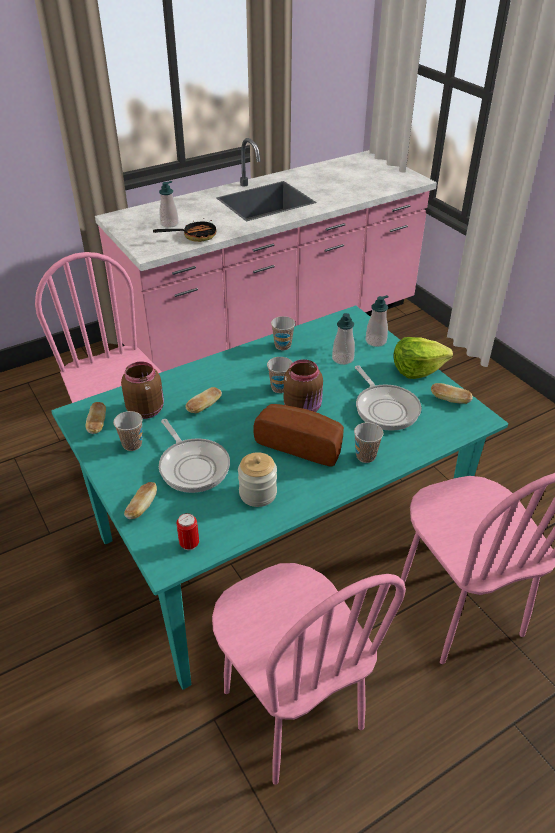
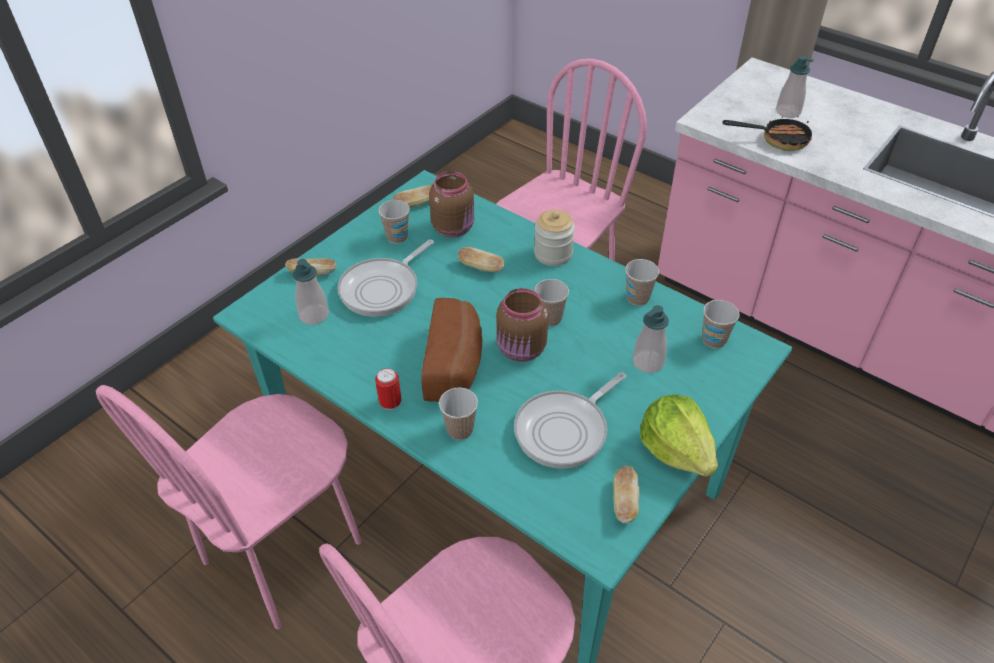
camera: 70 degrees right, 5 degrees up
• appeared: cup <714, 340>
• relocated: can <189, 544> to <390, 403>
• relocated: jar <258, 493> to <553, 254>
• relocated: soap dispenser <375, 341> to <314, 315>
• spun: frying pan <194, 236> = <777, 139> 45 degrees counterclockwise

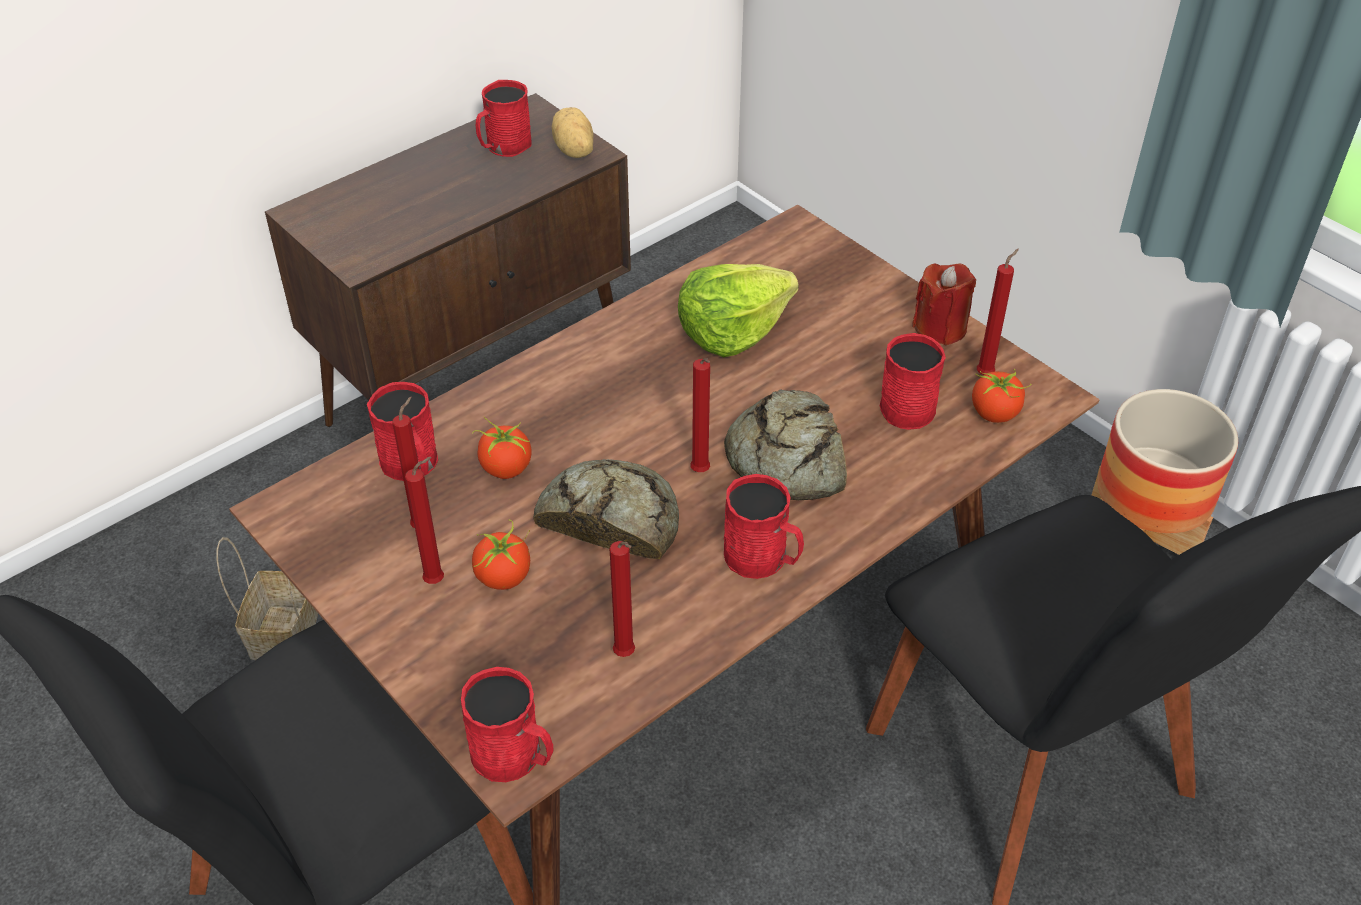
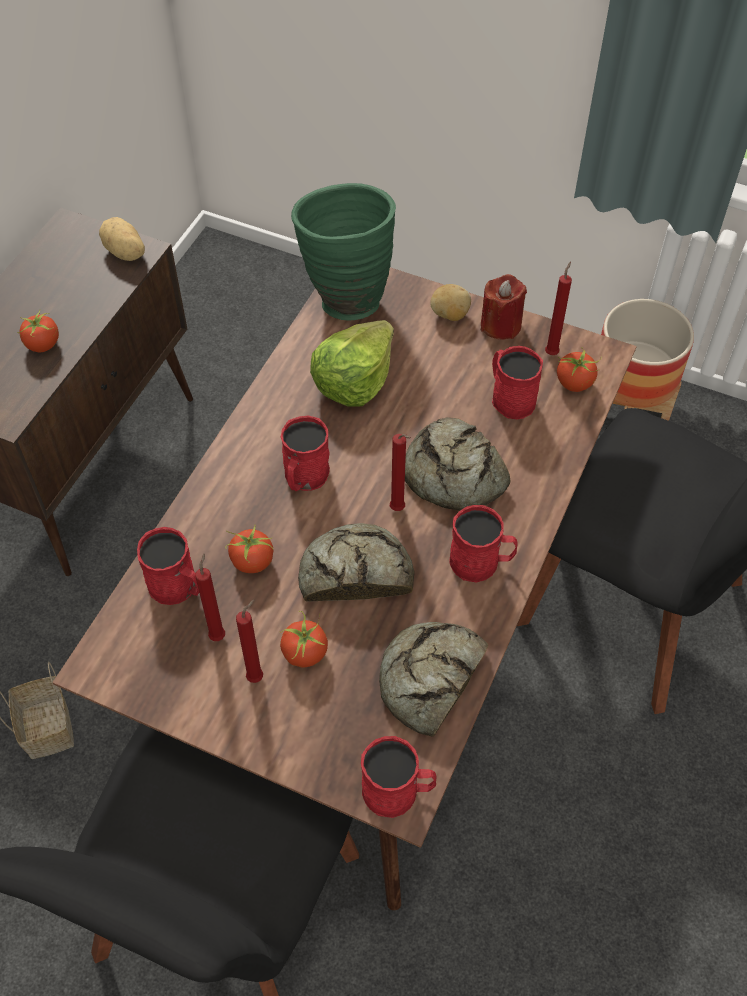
camera: 25 degrees left, 10 degrees up
• appeared: tomato <43, 345>
• appeared: vase (green) <344, 296>
• appeared: potato <449, 314>
• relocated: mug (red) <504, 147> to <304, 477>
• exchanged: candle (red) <626, 656> to bread <430, 679>

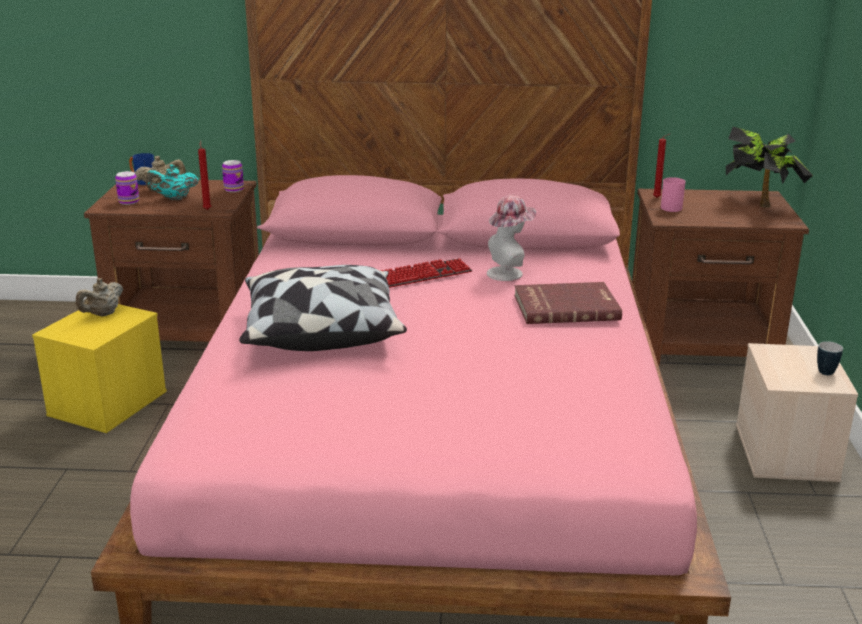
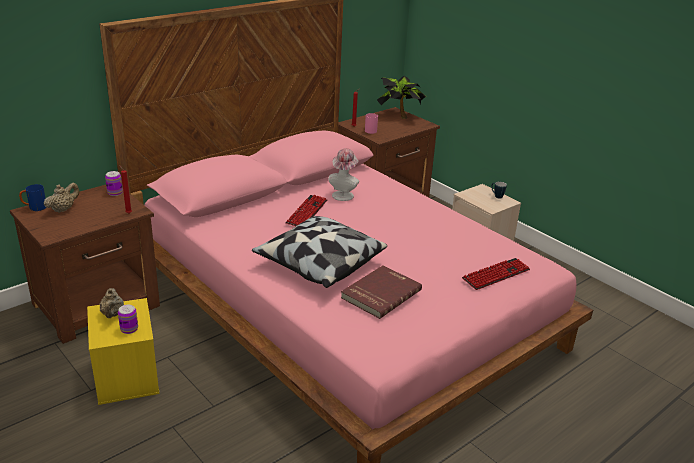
camera: 45 degrees left, 5 degrees up
• missing: teapot (turquoise) <174, 199>
• appeared: keyboard <496, 275>
• relocated: can <129, 201> to <129, 329>
• relocated: book (red) <565, 306> to <380, 293>

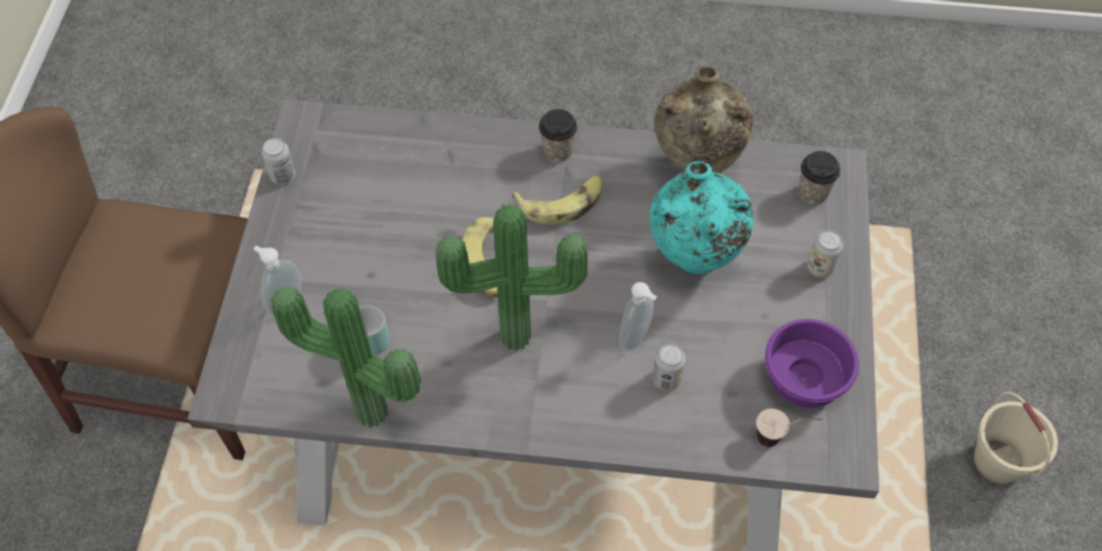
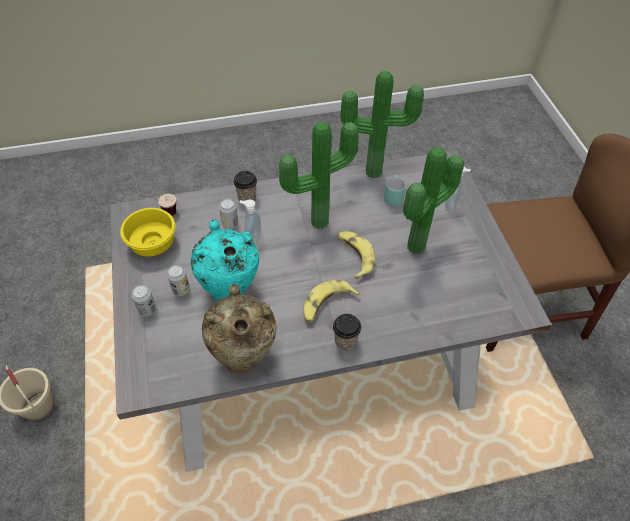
camera: 160 degrees right, 5 degrees down
• appeared: potted plant <419, 248>
• relocated: can <283, 176> to <181, 290>
• relocated: cup <812, 193> to <247, 198>
• colour: bowl (purple) <801, 379> to bowl (yellow) <154, 243>

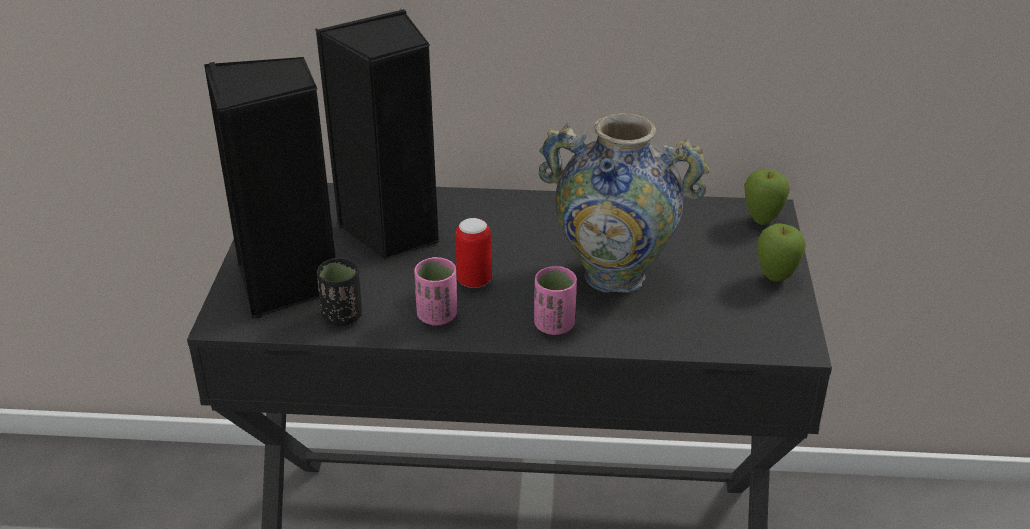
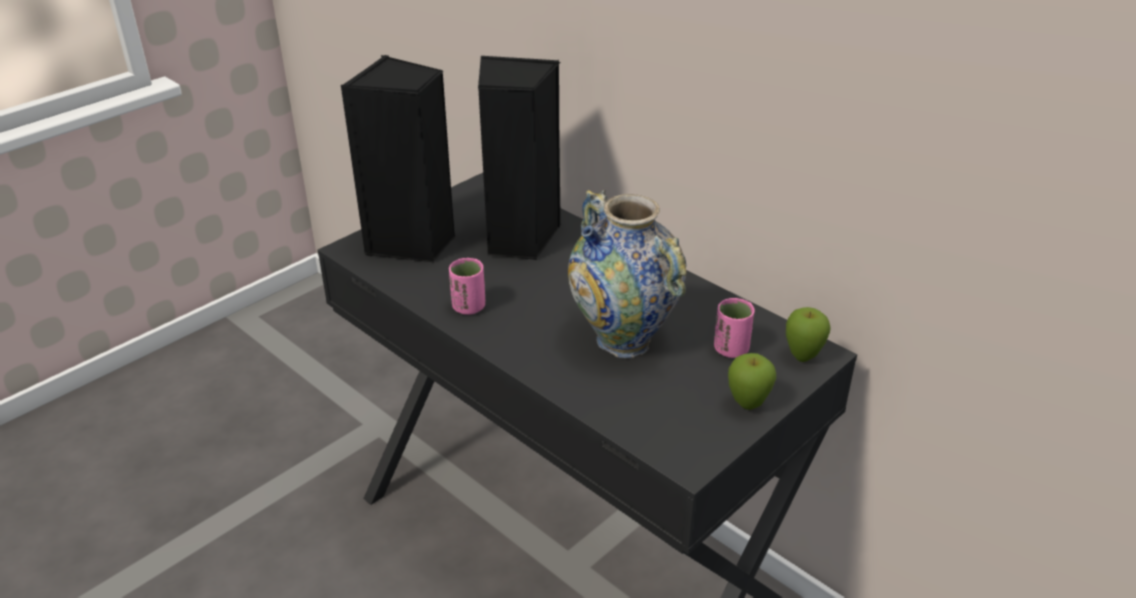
camera: 40 degrees right, 0 degrees up
• missing: cup (black) <342, 316>
• missing: can <474, 281>
• relocated: cup (pink) <554, 325> to <731, 349>

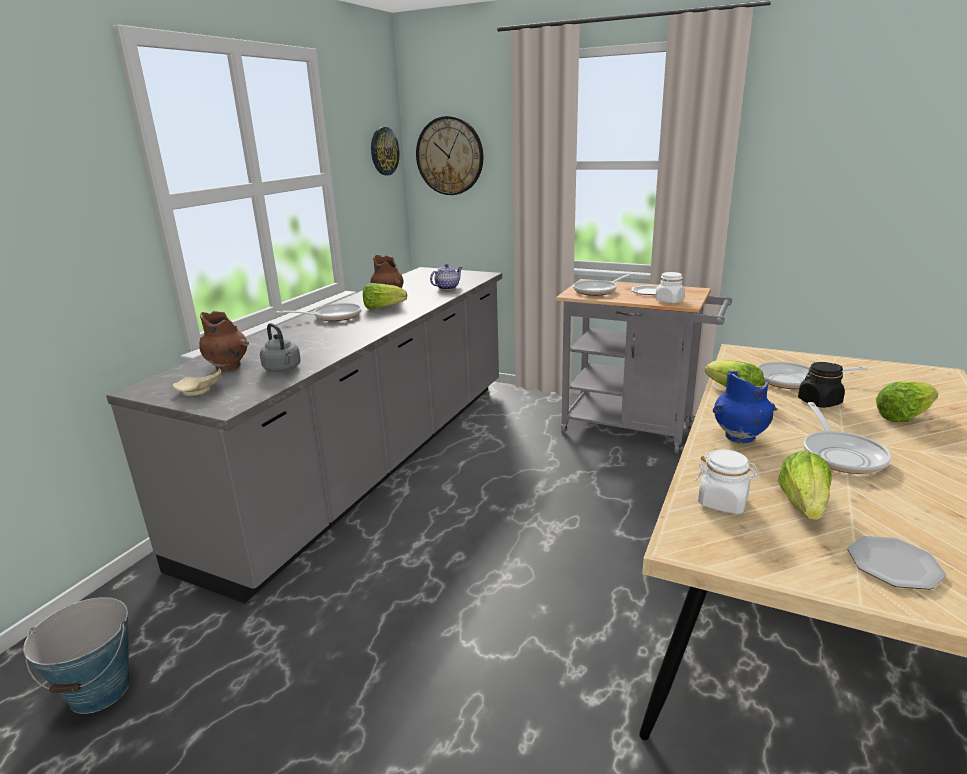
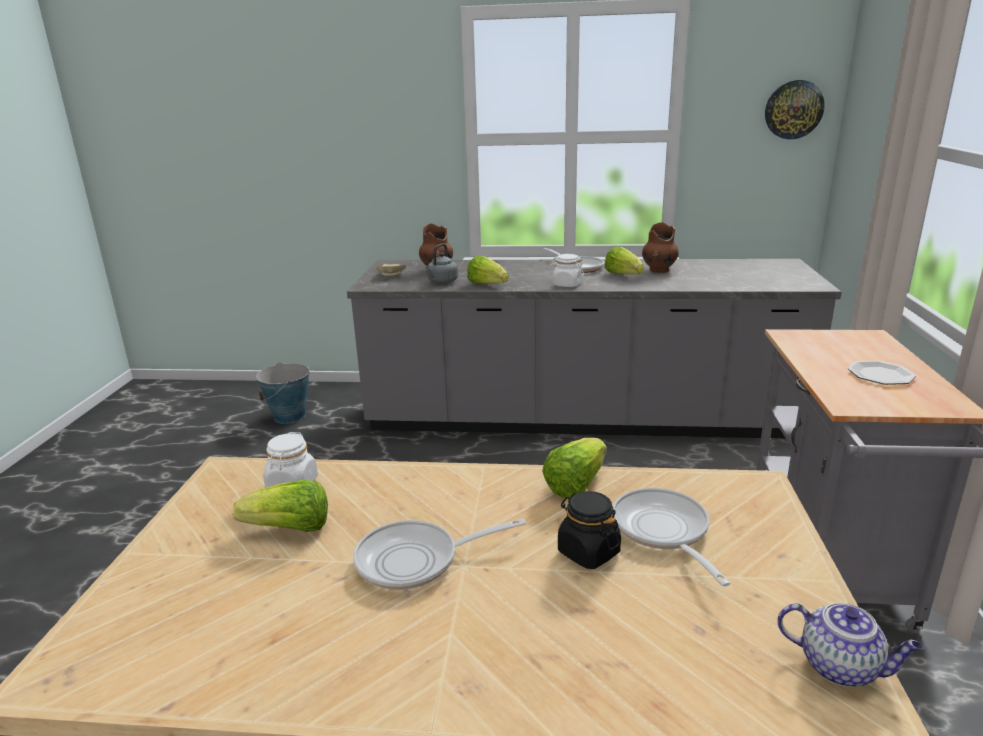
camera: 70 degrees right, 0 degrees up
• missing: wall clock <450, 156>
• missing: frying pan <598, 291>
• missing: vase (blue) <740, 437>
• missing: plate <894, 565>
• relocated: teapot <447, 287> to <841, 667>
• relocated: jar (white) <669, 301> to <566, 284>
• relocated: lettuce <903, 416> to <487, 285>

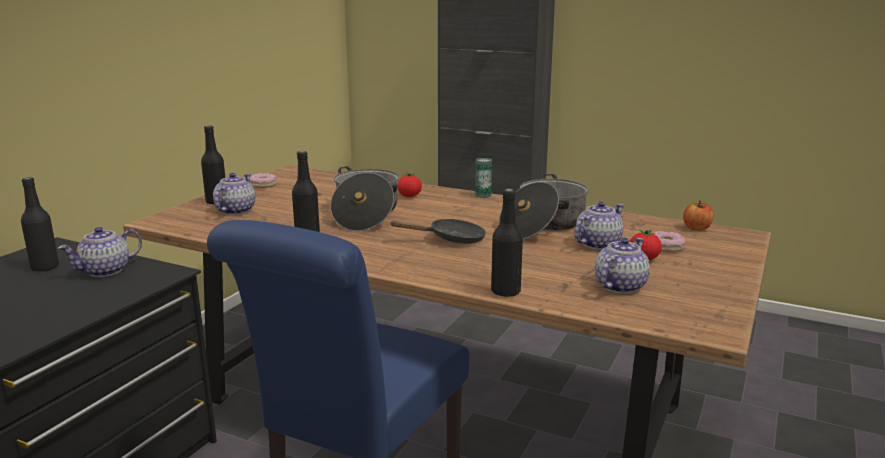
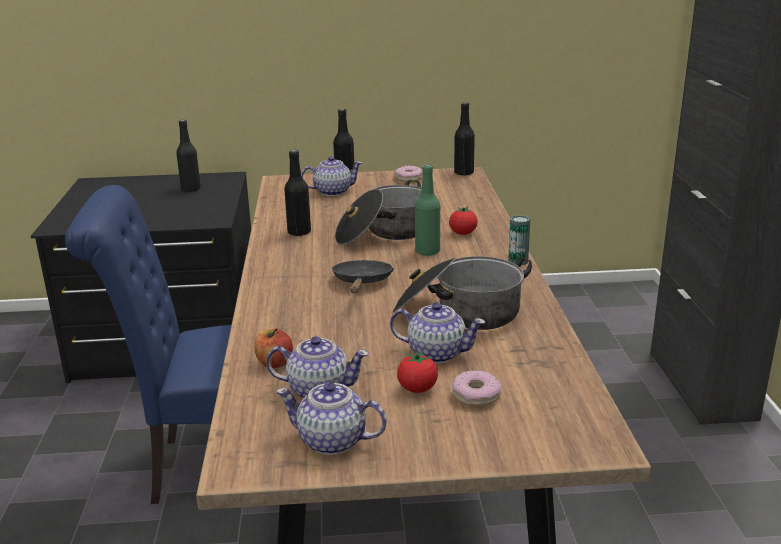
camera: 60 degrees right, 5 degrees up
• appeared: bottle (green) <427, 252>
• relocated: teapot <106, 271> to <333, 441>
• relocated: bottle (black) <505, 292> to <463, 173>
• relocated: apple <696, 228> to <274, 363>
• spun: frying pan (black) <451, 239> = <362, 282> 135 degrees counterclockwise

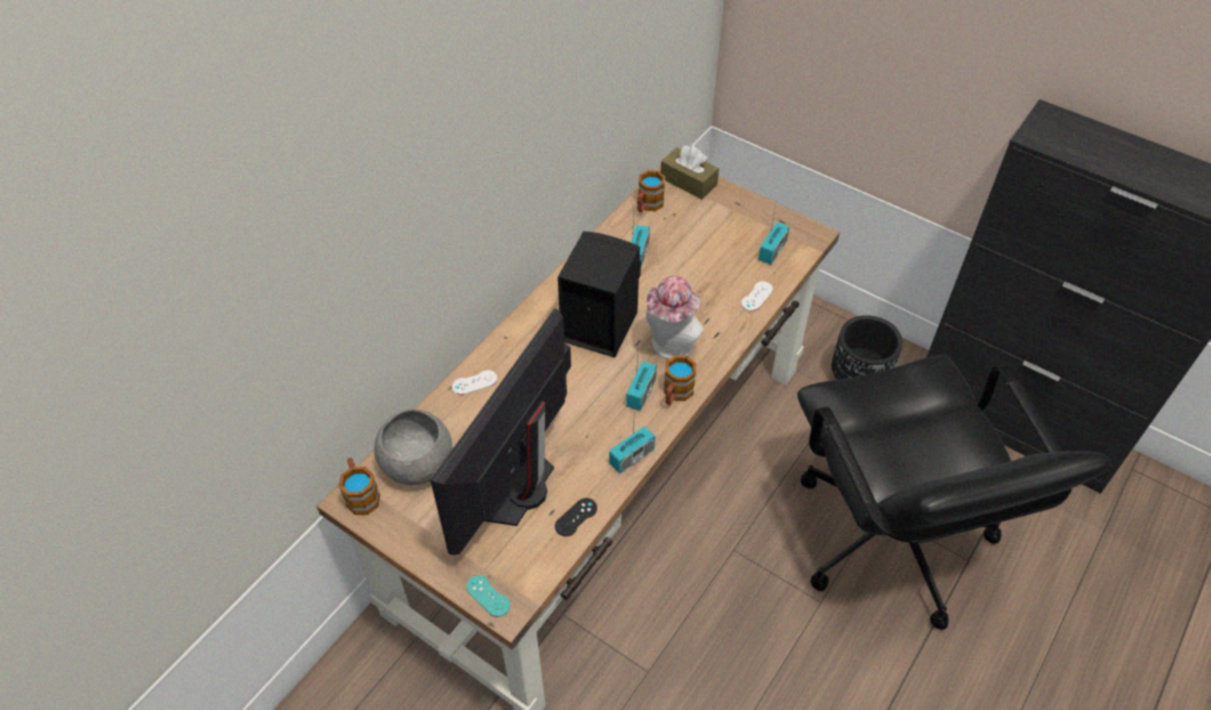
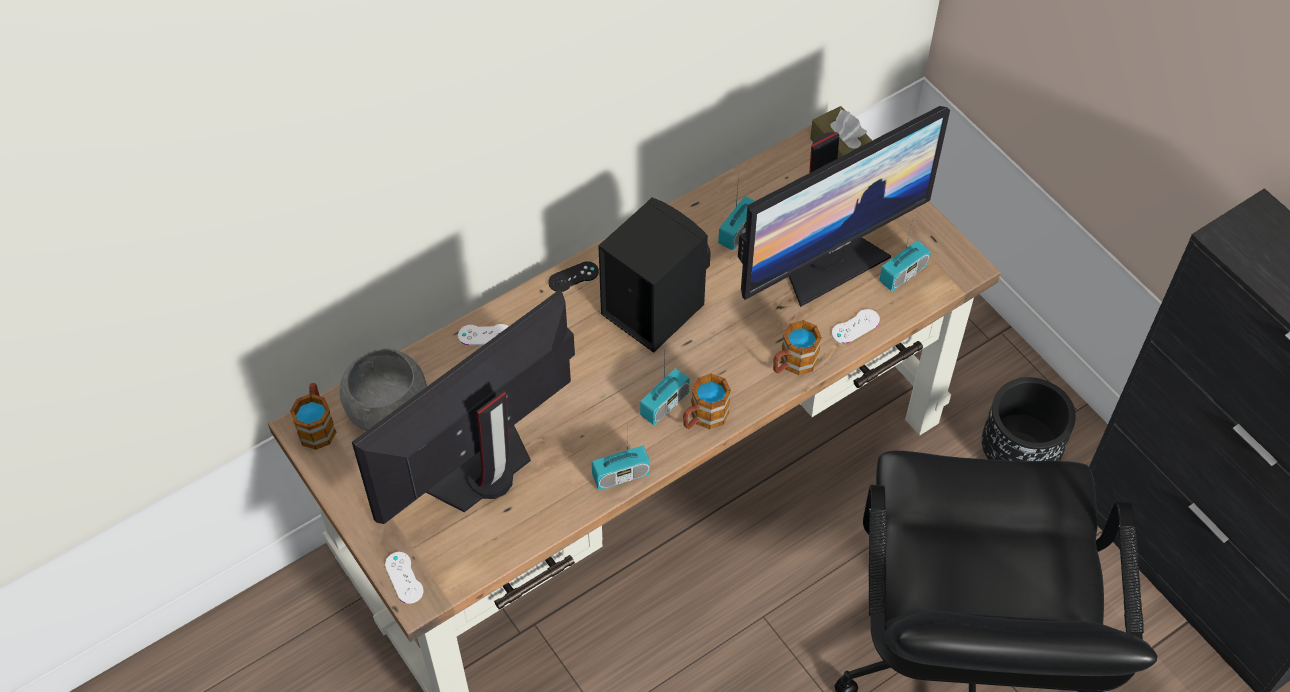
camera: 20 degrees right, 5 degrees up
• missing: hat <670, 347>
• appeared: monitor <828, 262>
• relocated: game controller (black) <576, 517> to <573, 277>
• relocated: mug <648, 205> to <792, 363>
• colour: game controller (turquoise) <488, 596> to game controller (white) <404, 577>

